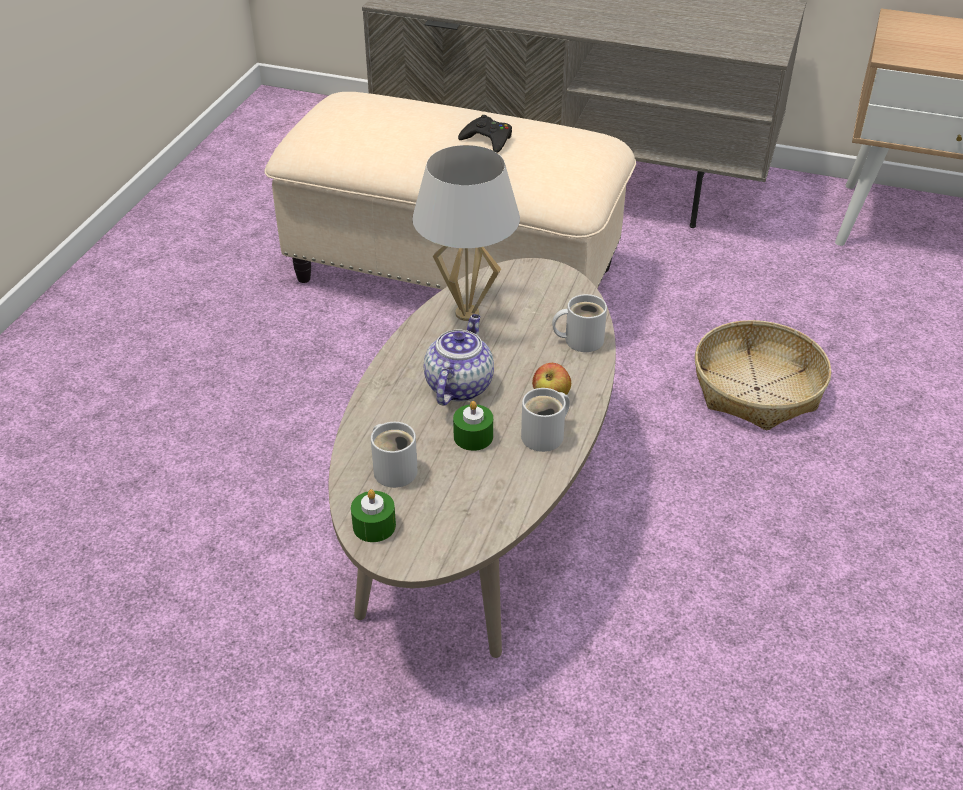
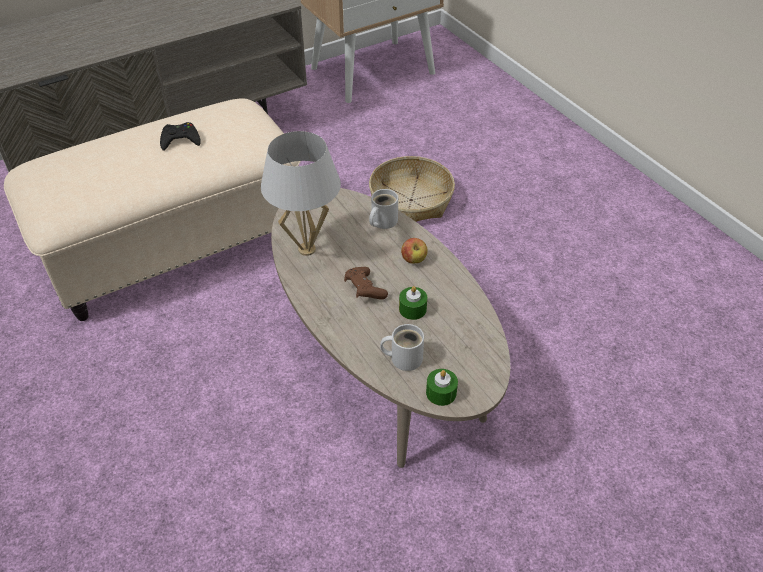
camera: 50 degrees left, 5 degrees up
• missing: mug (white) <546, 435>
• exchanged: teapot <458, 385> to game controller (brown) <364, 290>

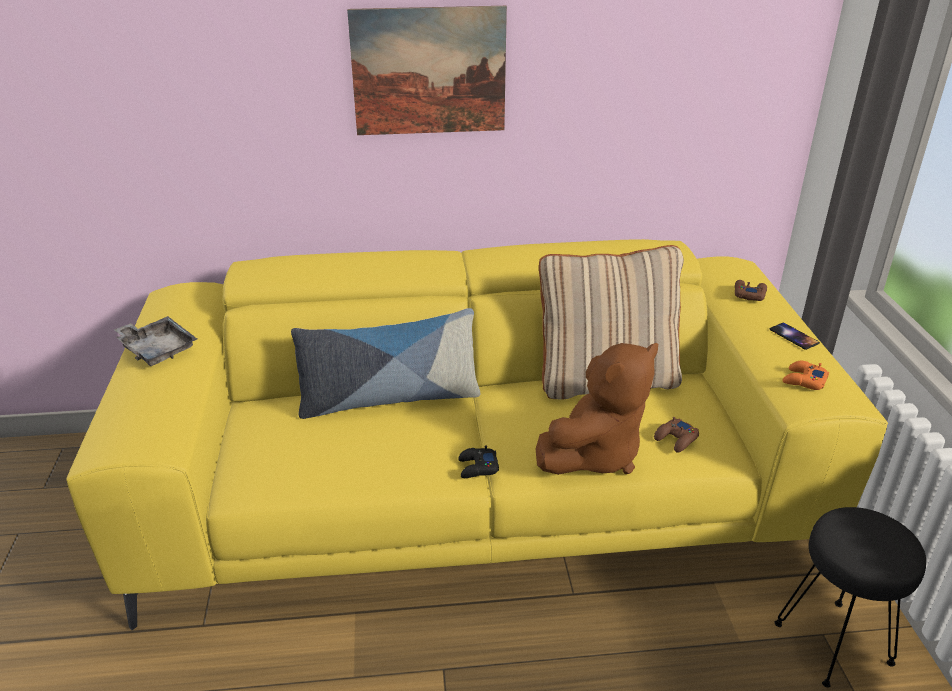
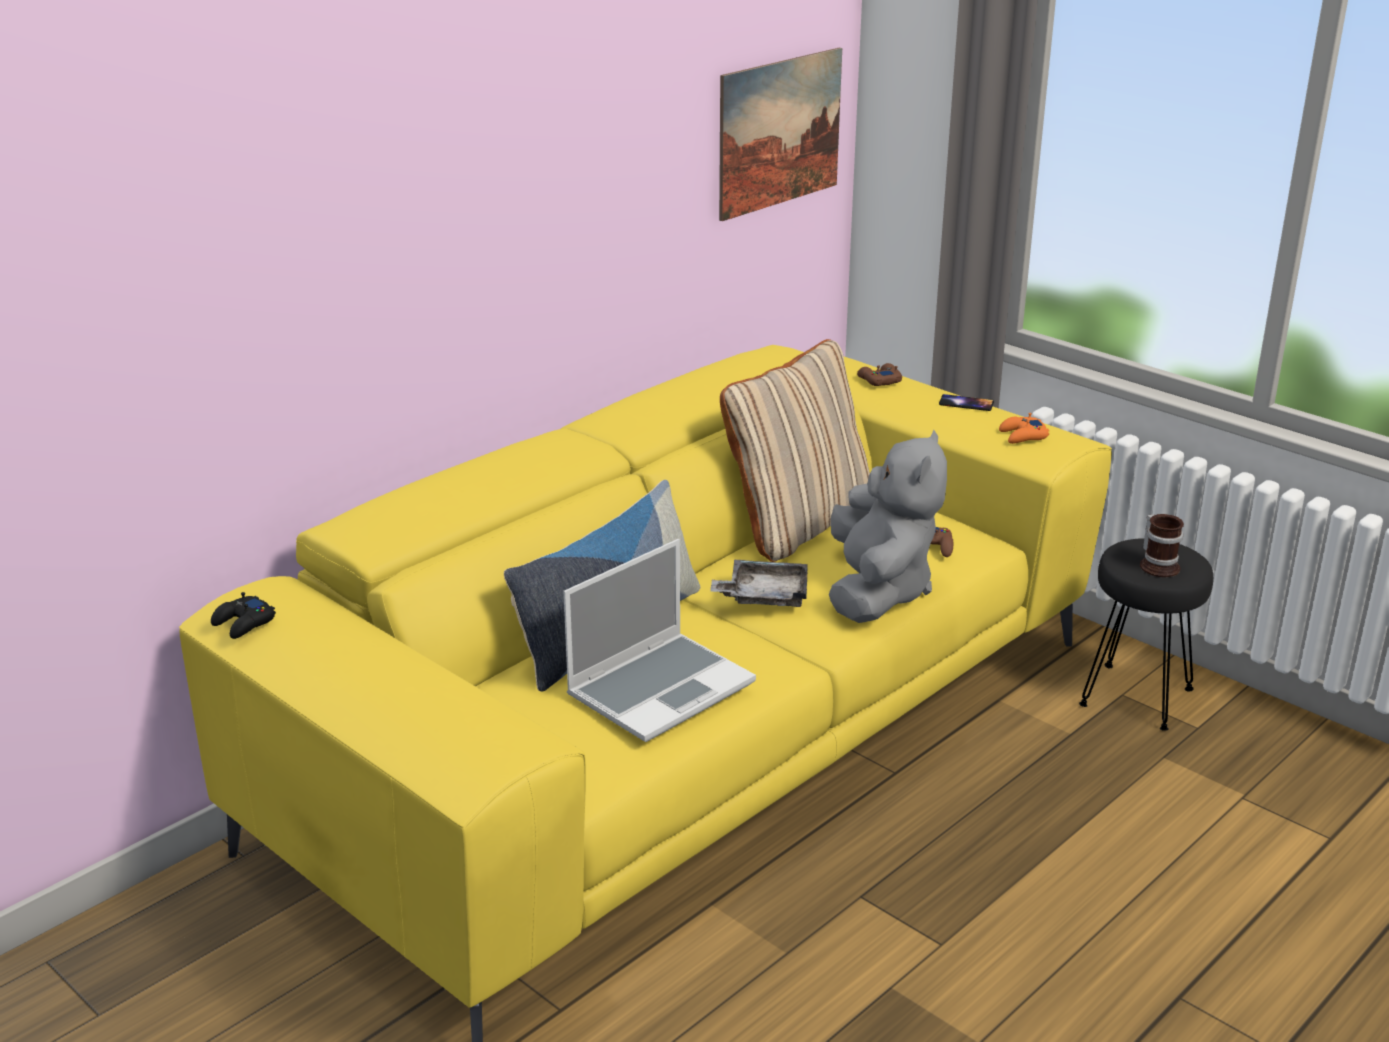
camera: 40 degrees left, 5 degrees down
• appeared: laptop <661, 688>
• appeared: mug <1159, 565>
• relocated: tray (grey) <157, 349> to <764, 595>
• relocated: picture <429, 71> to <779, 132>
• relocated: game controller (black) <477, 467> to <244, 623>
• colour: plush toy (brown) <594, 454> to plush toy (grey) <877, 592>

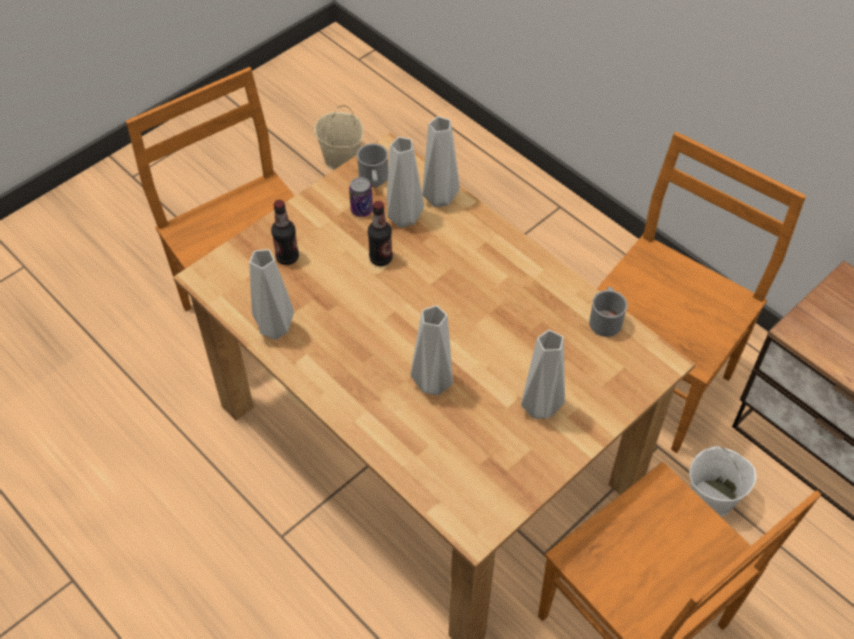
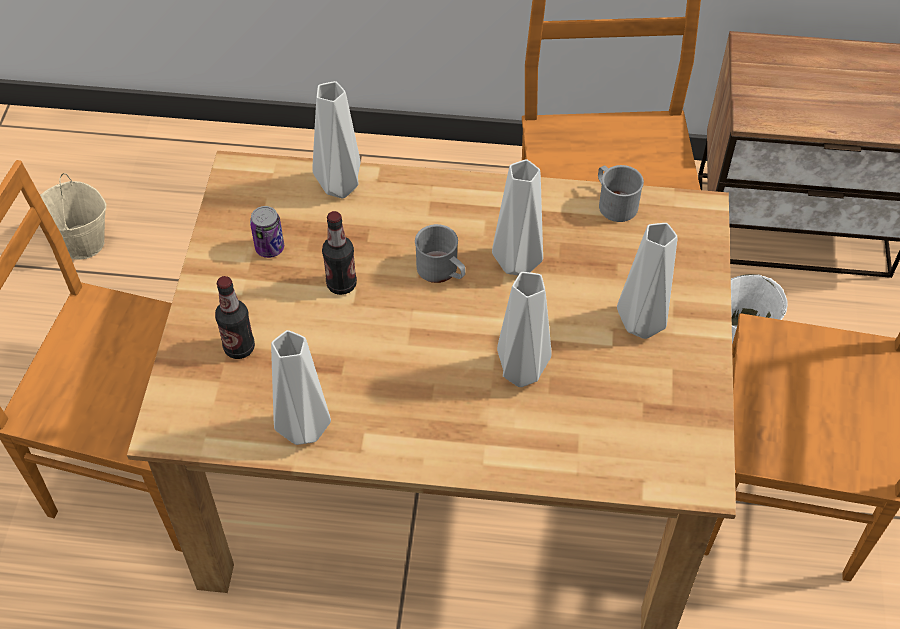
camera: 40 degrees left, 0 degrees up
• relocated: mug (grey) <374, 180> to <442, 271>
• relocated: vase (grey) <404, 220> to <519, 265>

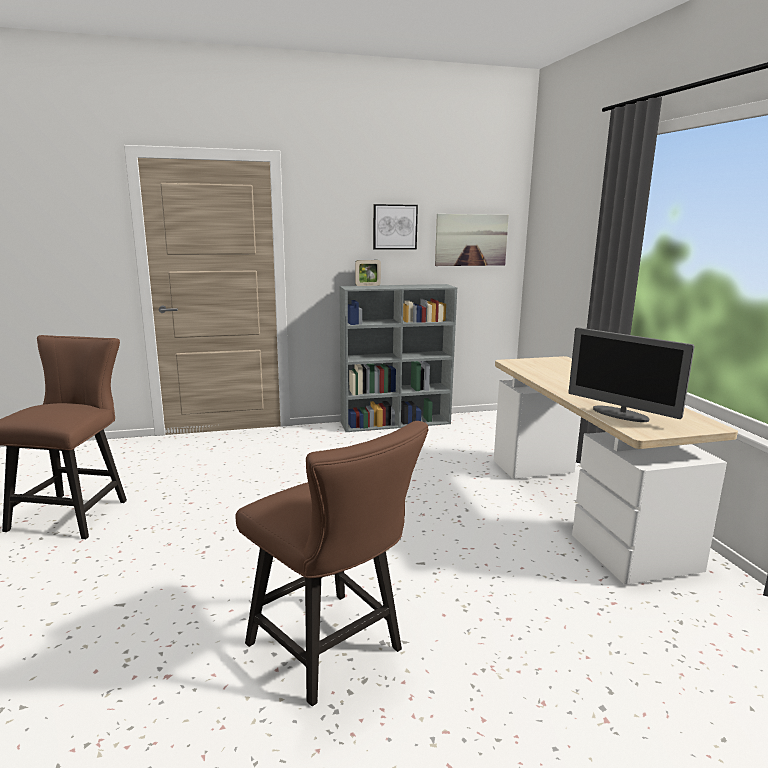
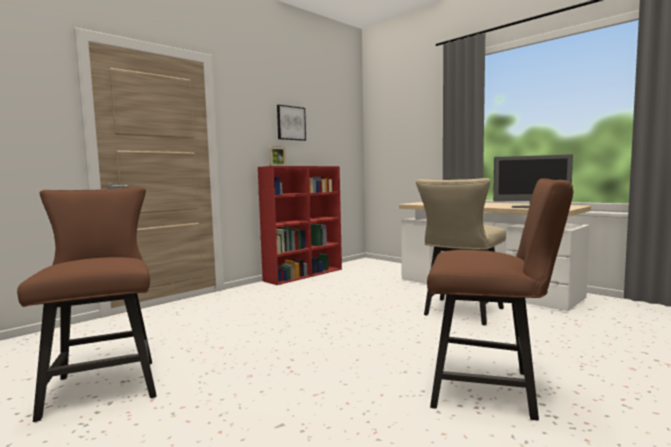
camera: 30 degrees left, 10 degrees down
• missing: picture <471, 240>
• appeared: chair (beige) <460, 313>
• colour: bookcase (grey) <396, 423> to bookcase (red) <304, 274>

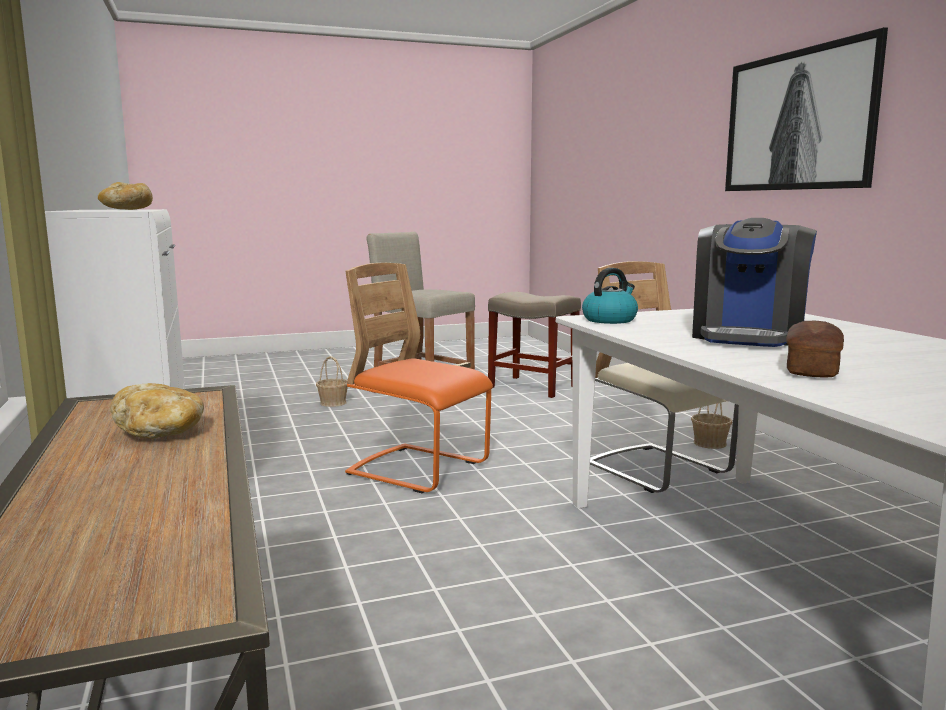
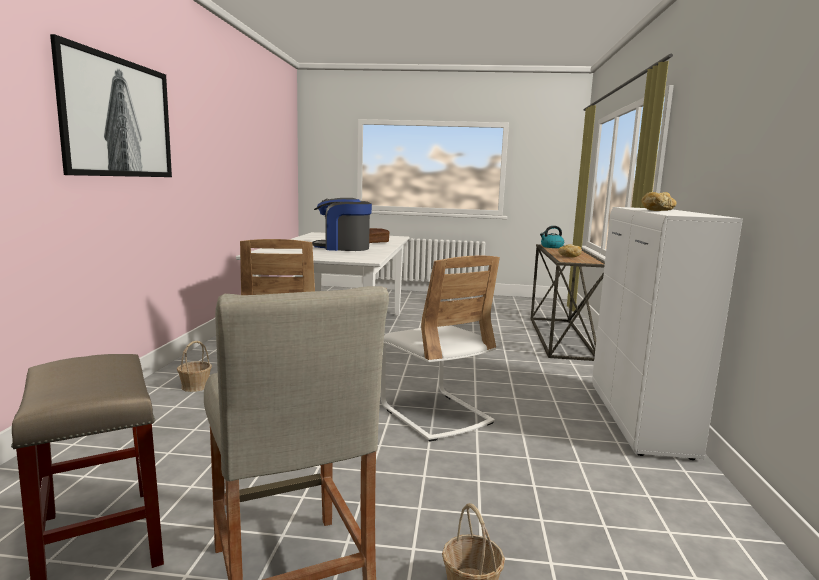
camera: 155 degrees left, 0 degrees up
• relocated: kettle <610, 320> to <551, 247>
• colour: chair (orange) <418, 470> to chair (white) <435, 414>
• spun: coffee machine <748, 336> = <343, 248> 135 degrees counterclockwise

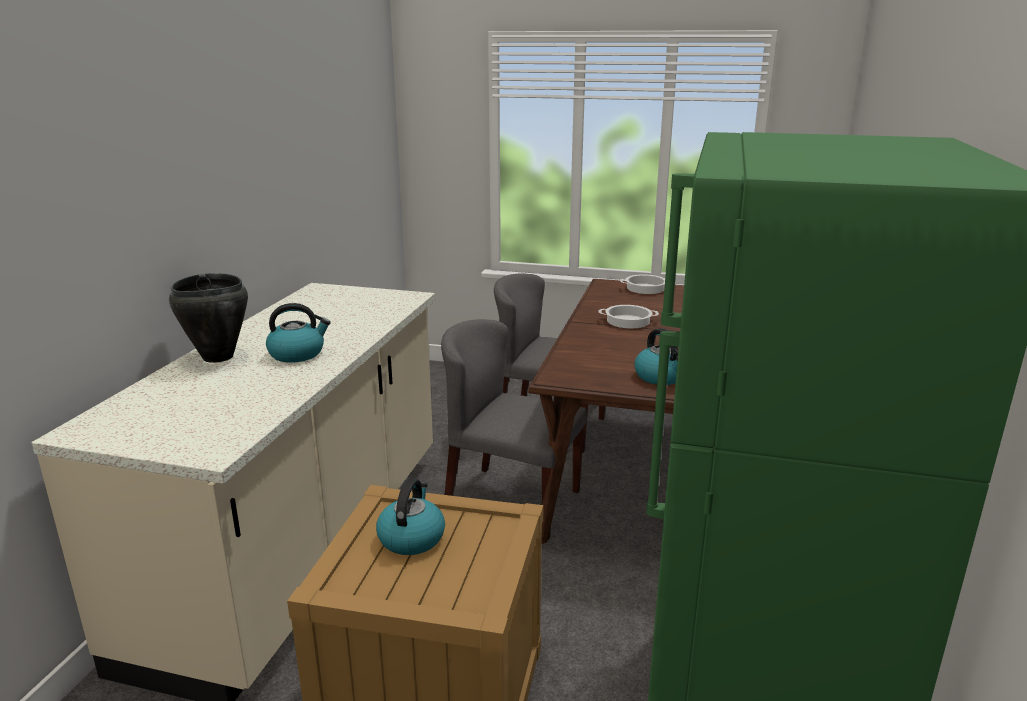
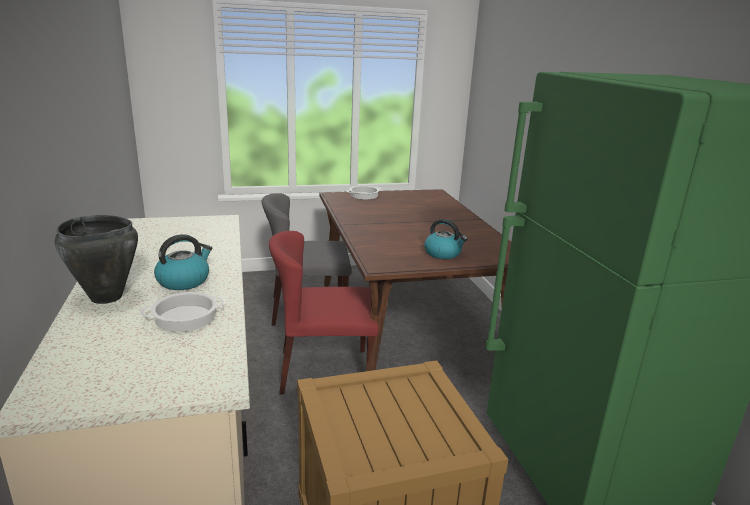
camera: 30 degrees left, 0 degrees up
• missing: kettle <411, 538>
• relocated: cooking pot <628, 321> to <185, 317>
• colour: chair (grey) <511, 502> to chair (red) <323, 371>

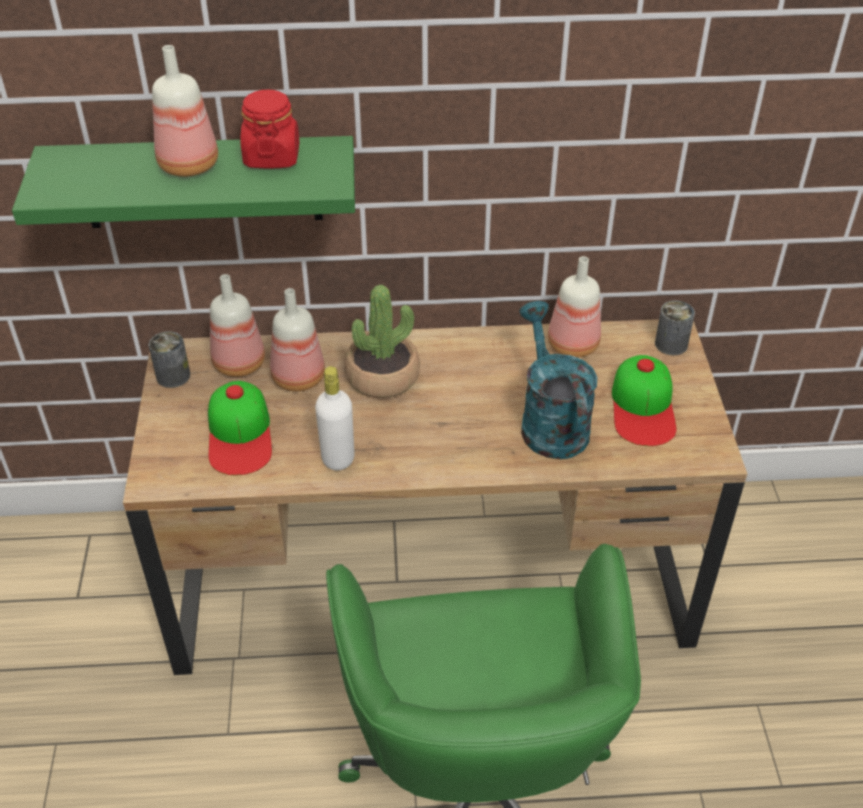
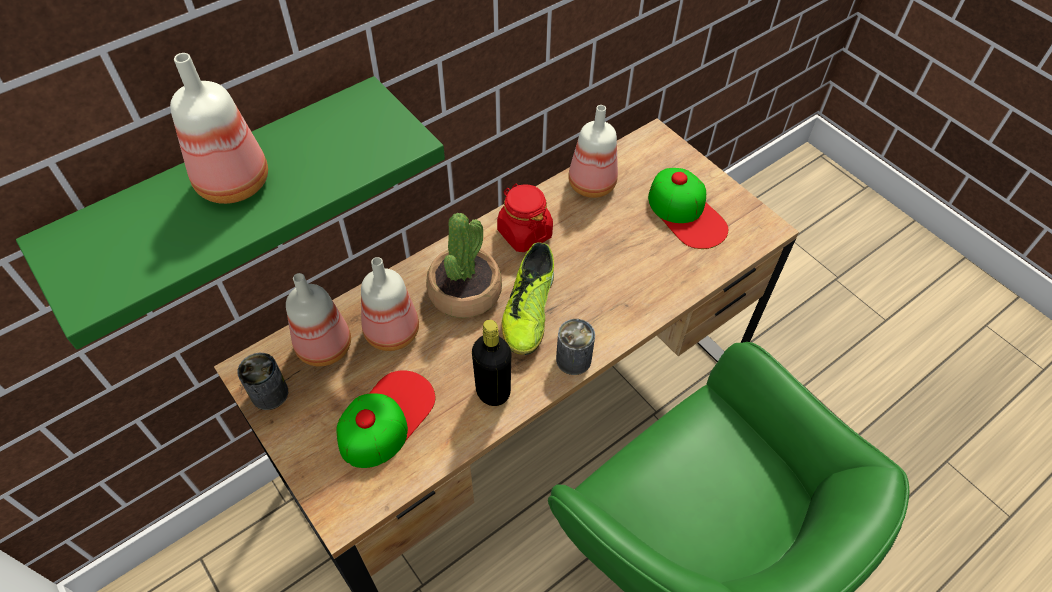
camera: 35 degrees left, 10 degrees up
• missing: watering can (turquoise) <550, 421>
• appeared: shoe <528, 310>
• relocated: jar (red) <272, 157> to <524, 233>
• relocated: can <671, 344> to <573, 359>
• colour: bottle (white) <338, 458> to bottle (black) <493, 392>
• spun: cap <240, 434> = <386, 418> 105 degrees counterclockwise

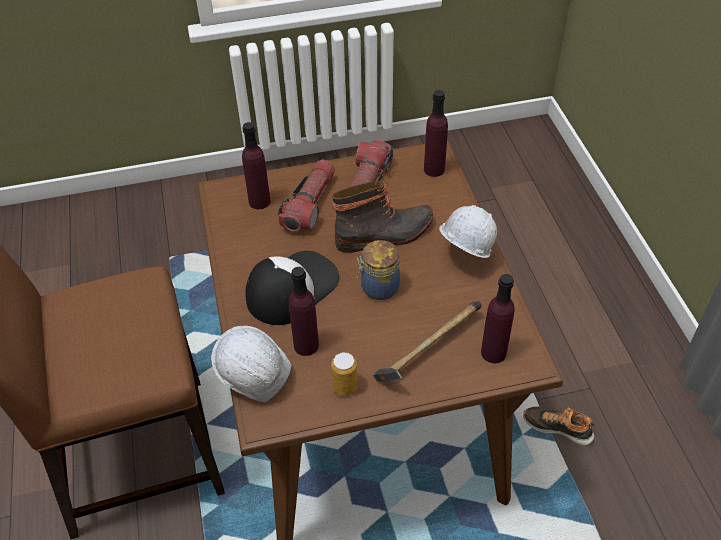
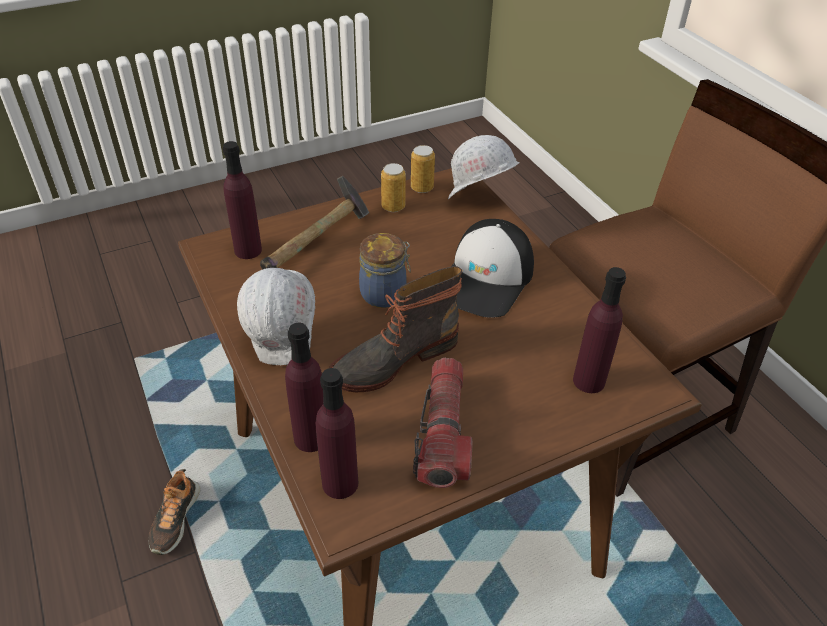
camera: 165 degrees right, 5 degrees down
• missing: flashlight <310, 204>
• appeared: can <422, 188>
• relocated: bottle (purple) <306, 345> to <311, 438>
• spun: shoe <558, 427> = <174, 519> 90 degrees clockwise

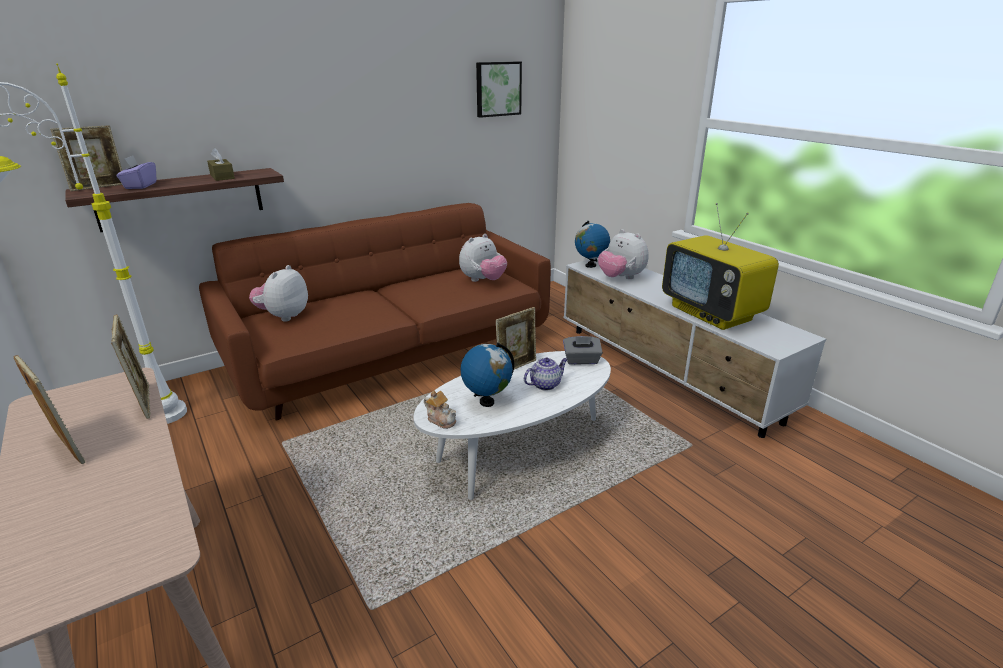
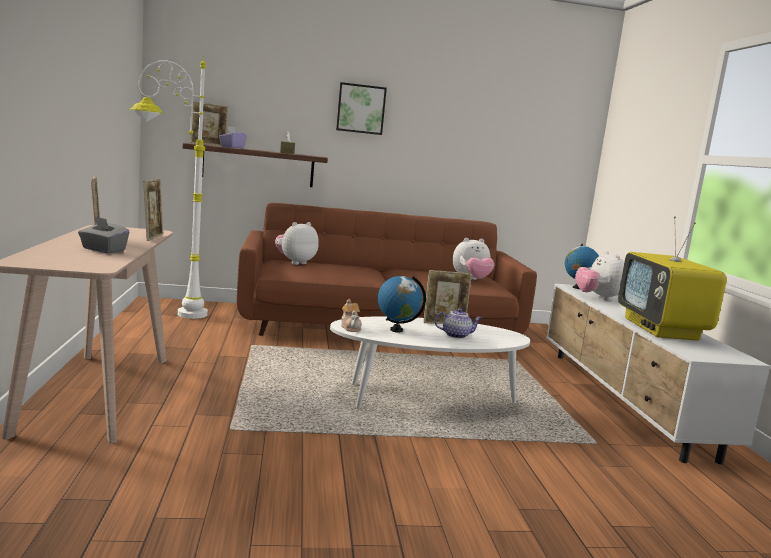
camera: 25 degrees right, 15 degrees down
• relocated: picture <497, 89> to <361, 109>
• relocated: tissue box (grey) <581, 360> to <103, 250>

